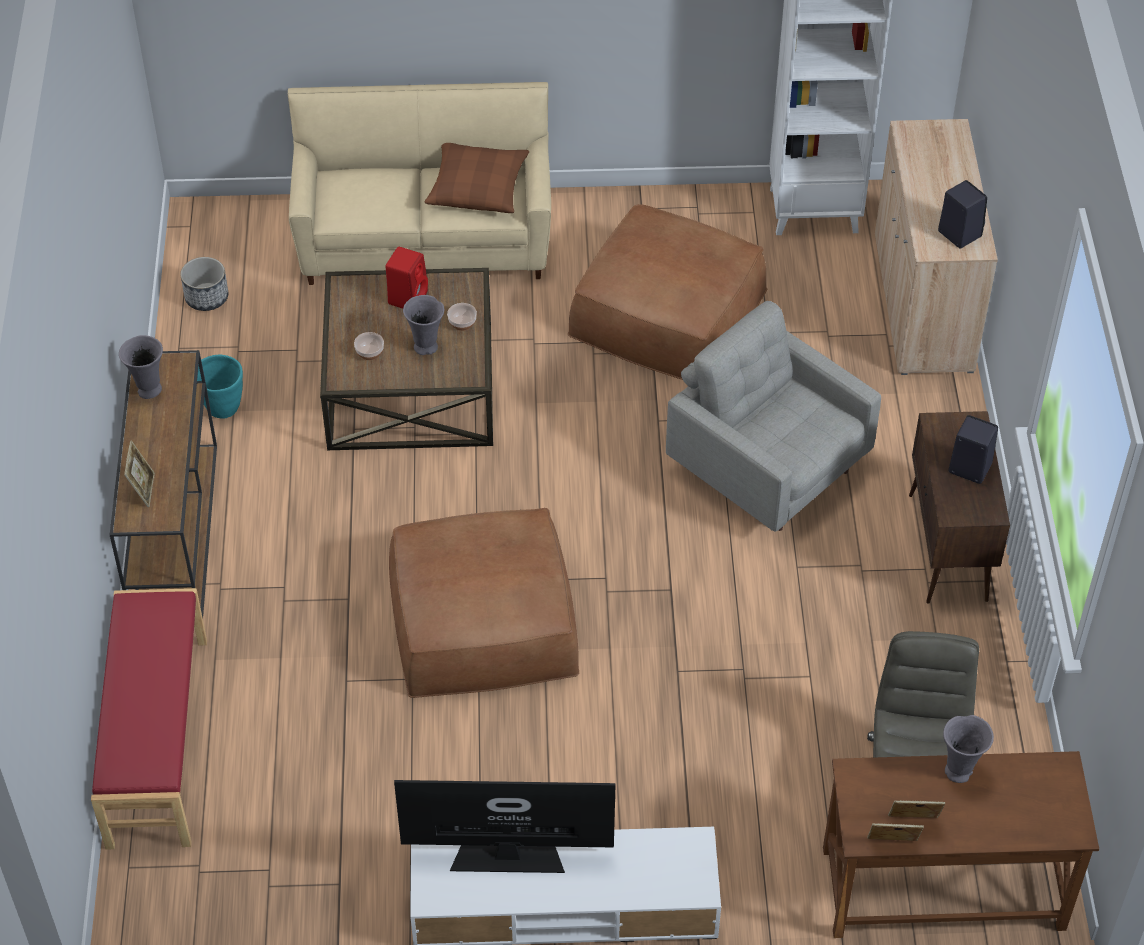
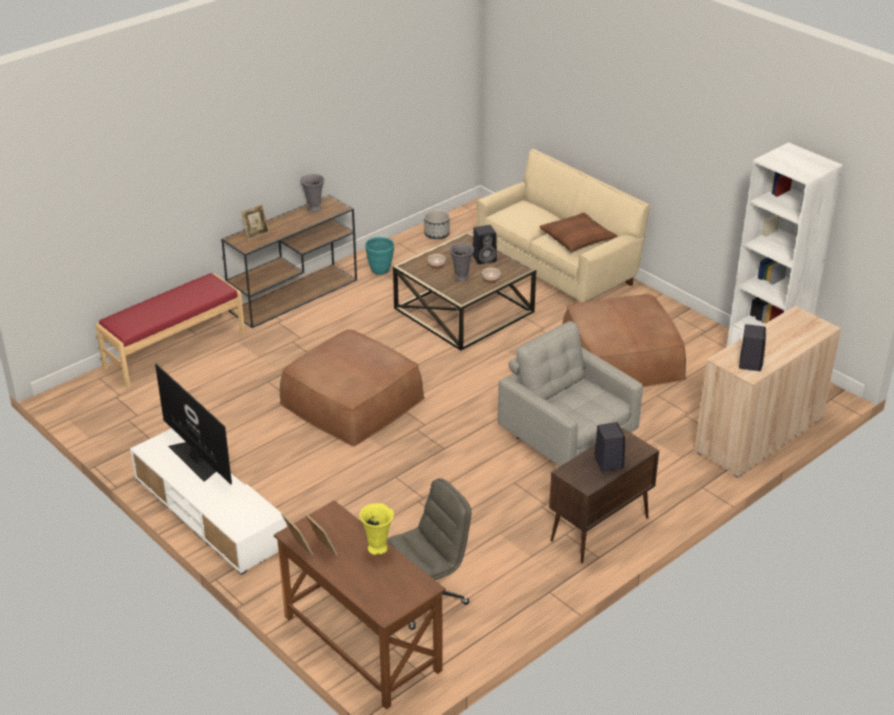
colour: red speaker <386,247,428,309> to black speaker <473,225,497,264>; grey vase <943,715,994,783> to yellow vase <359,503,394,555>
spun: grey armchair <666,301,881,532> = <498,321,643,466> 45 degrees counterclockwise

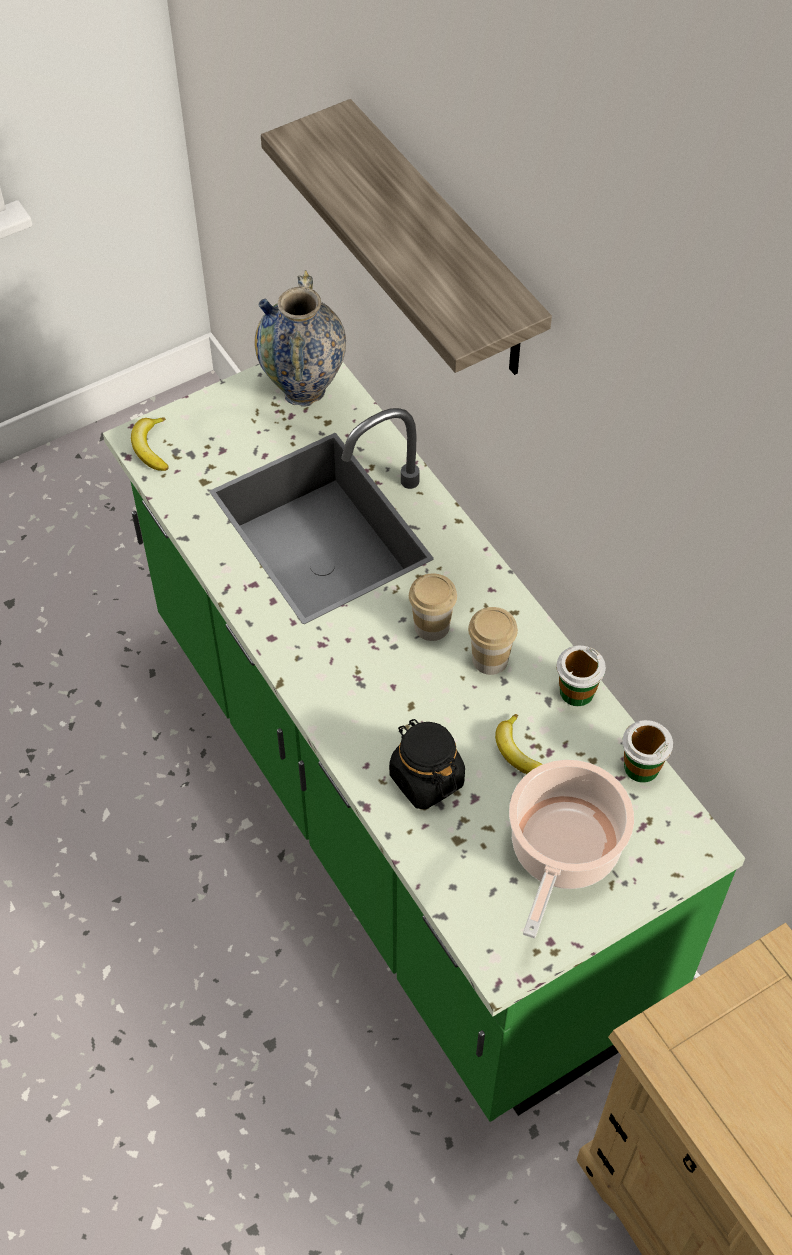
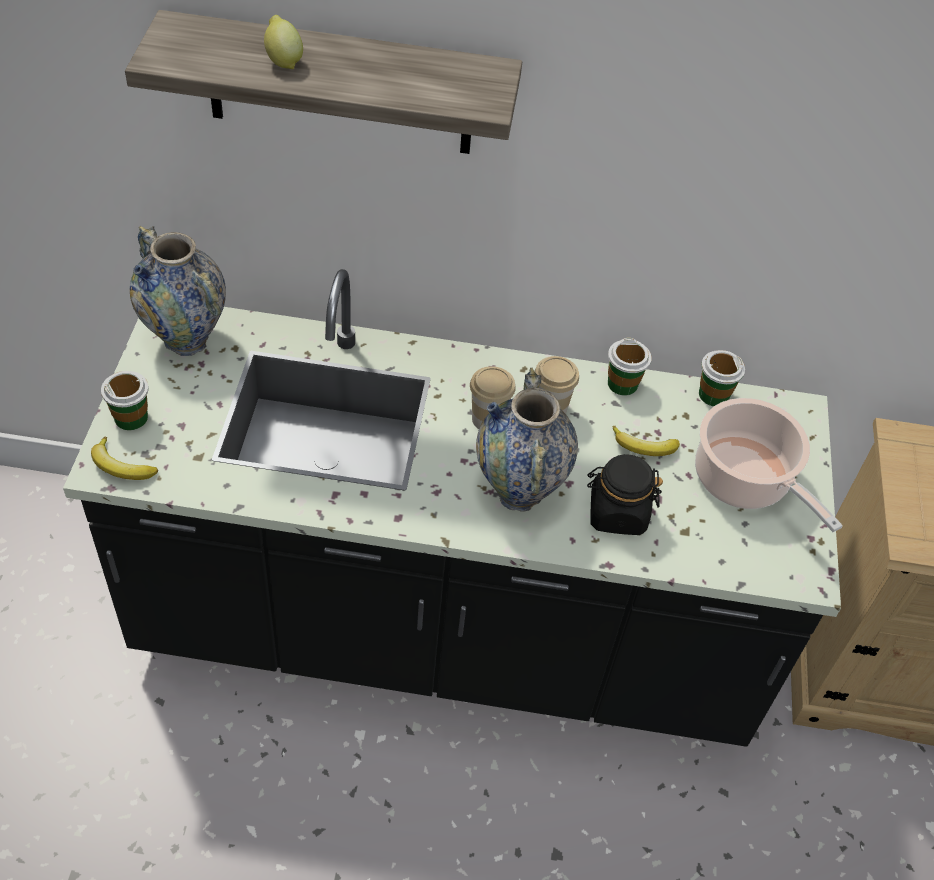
appeared: cup <101,371,149,430>; lemon <264,15,303,69>; vase <476,368,578,512>
colour: green counter <103,362,745,1122> to black counter <63,269,841,747>

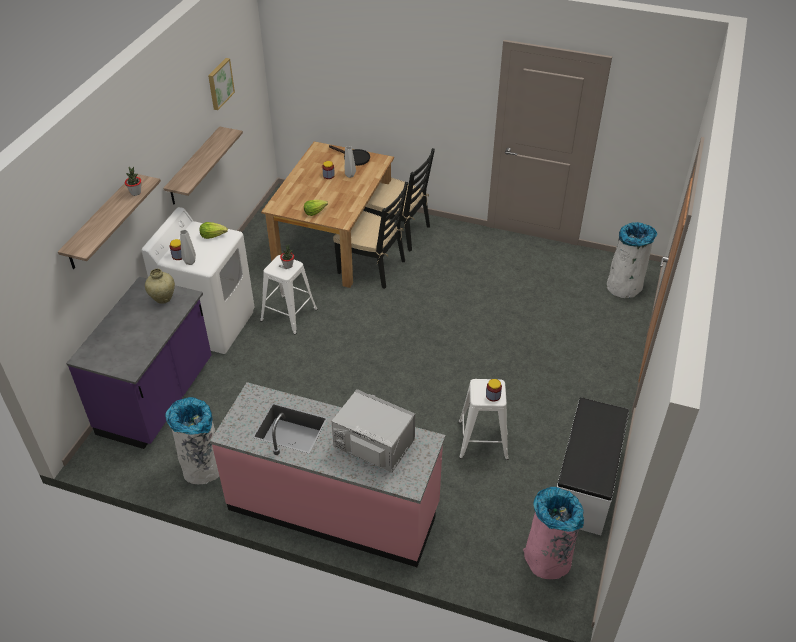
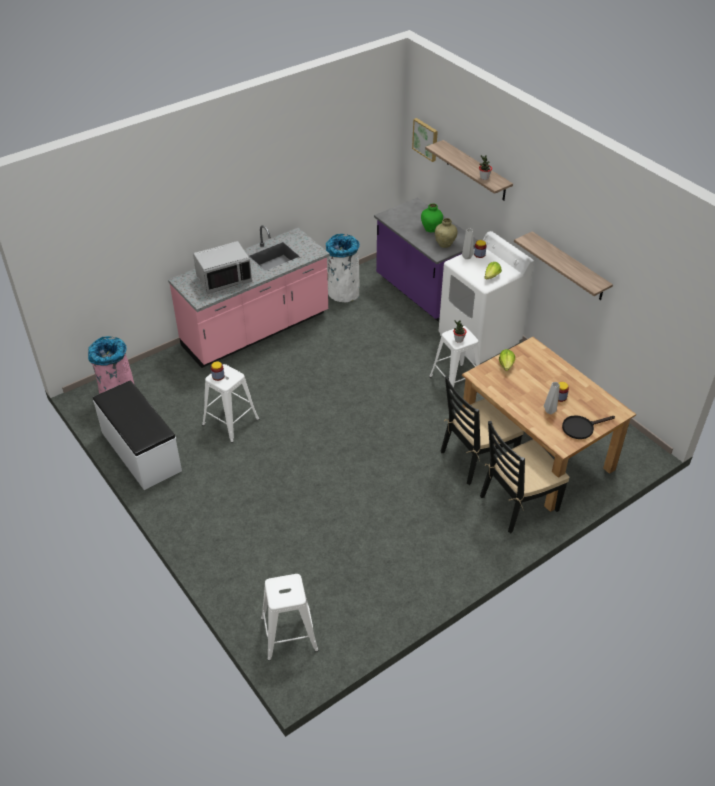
appeared: green vase <421,203,443,232>
relocated: picture <208,58,235,110> to <412,118,438,162>
exchanged: white trash can <607,222,657,298> to white stool <261,574,318,661>

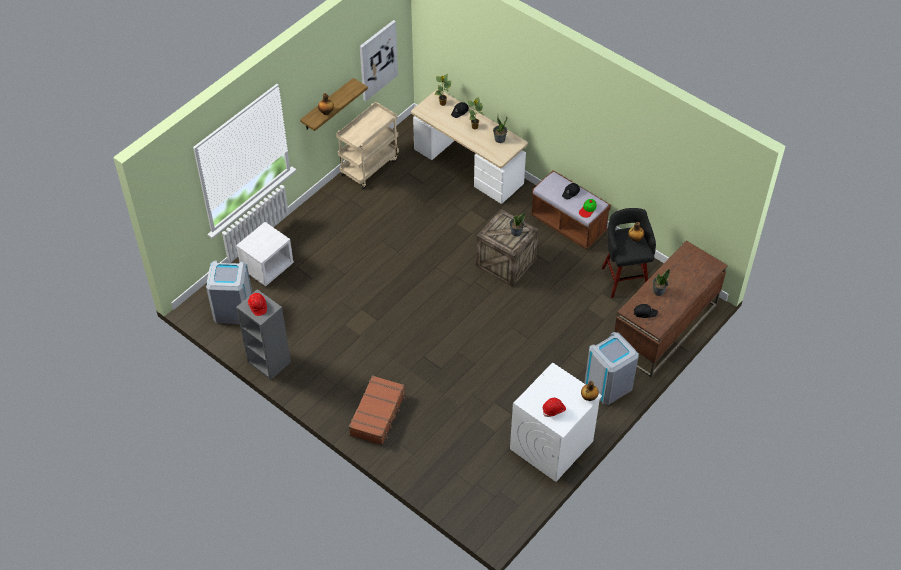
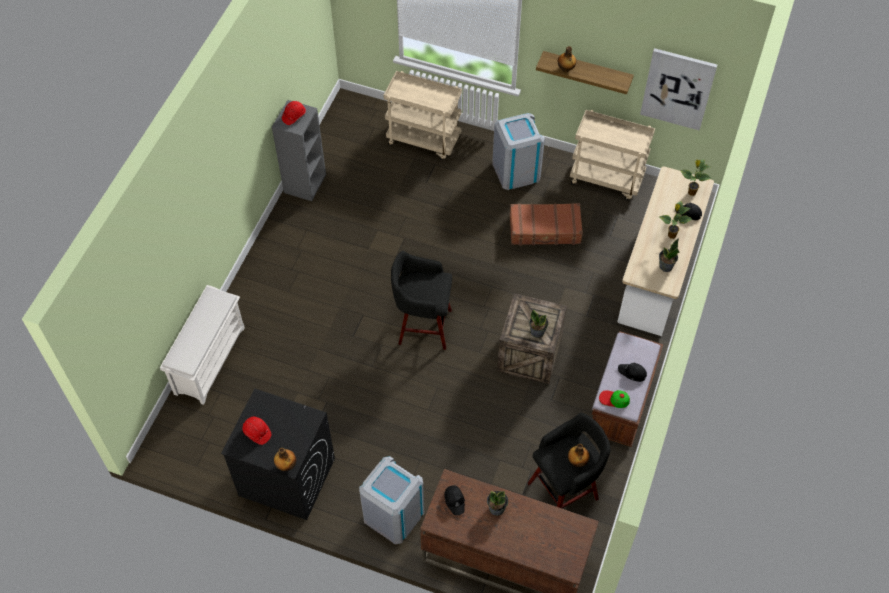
appeared: white shoe rack <160,285,245,405>; black stool <391,251,452,350>
relocated: grey trash can <206,261,252,324> to <492,113,545,190>; brown suitcase <349,375,405,445> to <510,203,583,246>
exchanged: white nightstand <236,222,294,287> to beige cart <384,71,462,160>
colour: white washing machine <510,362,602,482> to black washing machine <221,389,335,520>

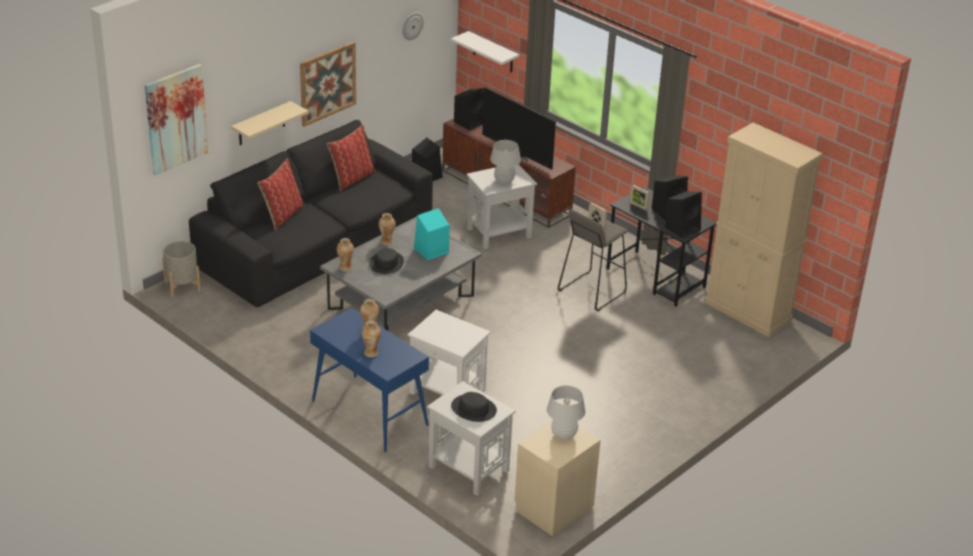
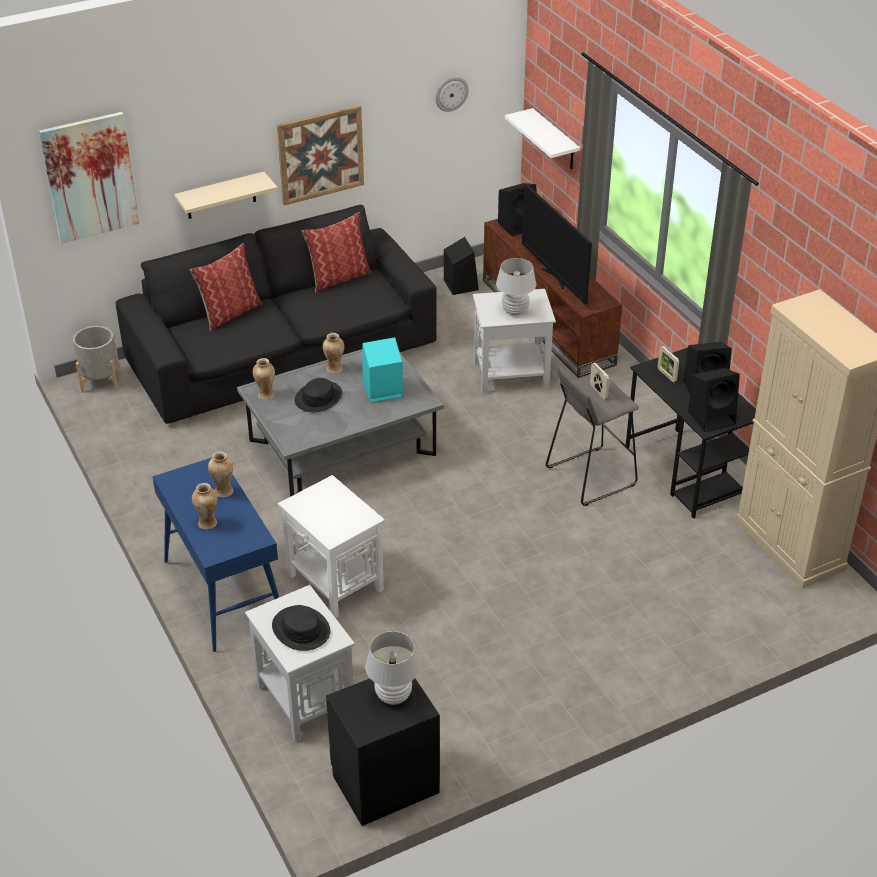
colour: beige nightstand <514,421,601,536> to black nightstand <326,679,440,826>

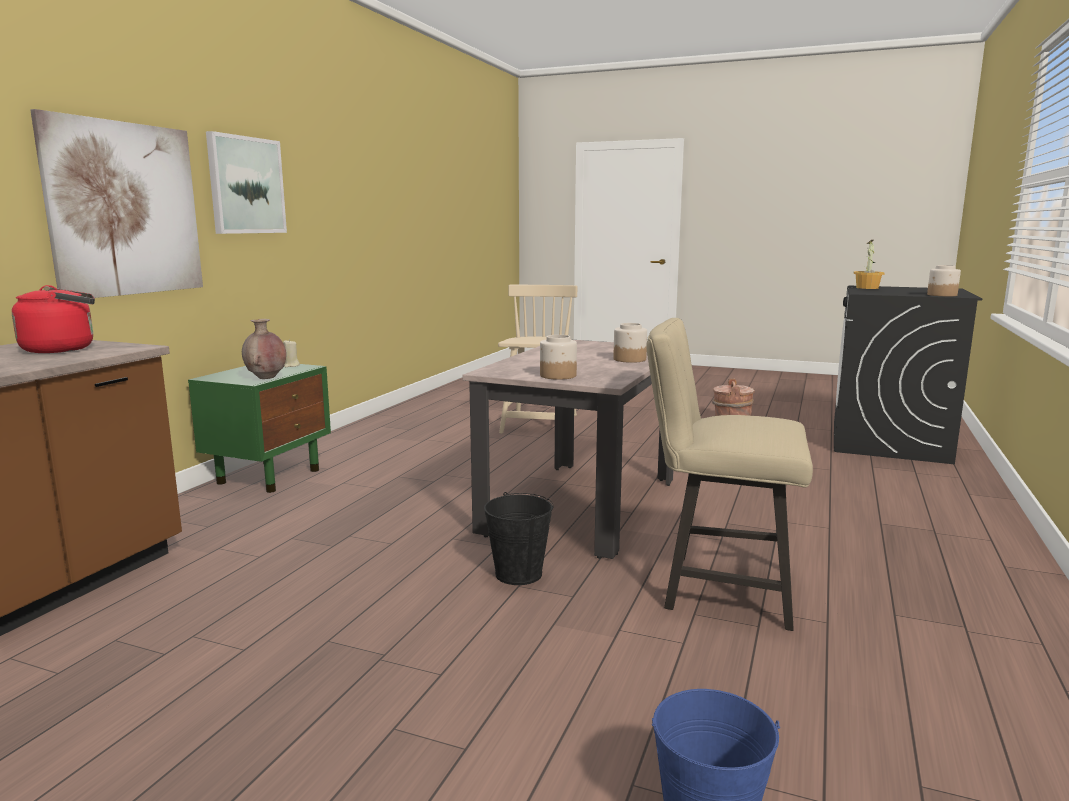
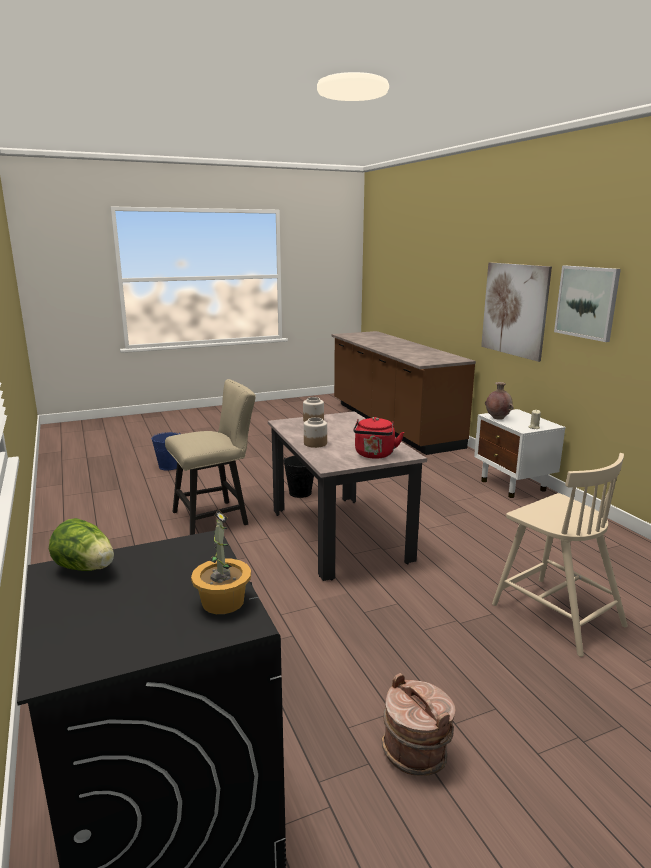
relocated: red kettle <12,285,95,353> to <353,417,404,459>
exchanged: jar <927,265,961,296> to lettuce <49,518,114,571>
colour: green nightstand <188,364,331,493> to white nightstand <474,409,566,498>

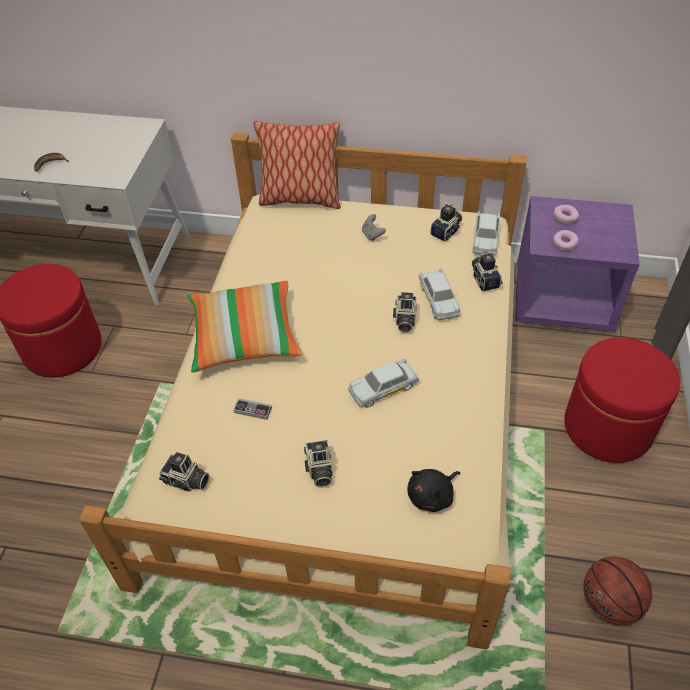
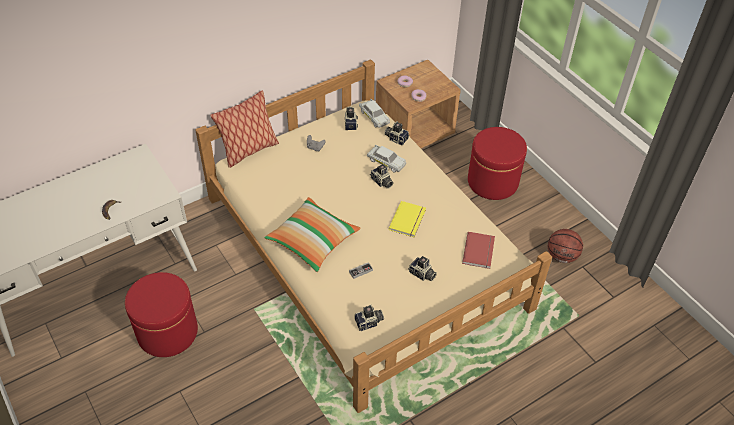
exchanged: white toy car <348,359,419,408> to yellow book <389,201,426,237>; black plush toy <407,469,460,512> to red book <462,232,495,269>
colour: purple nightstand <515,196,640,332> to brown nightstand <376,60,461,148>

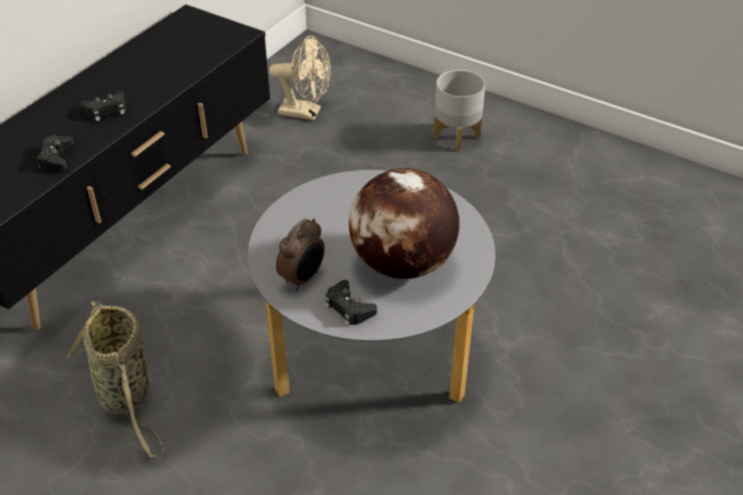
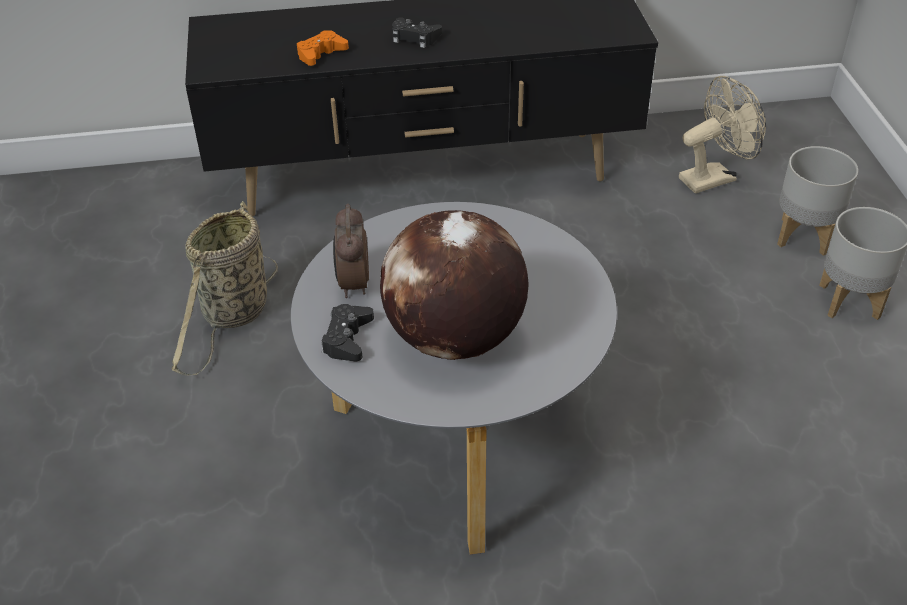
appeared: grey planter <777,146,858,256>
colour: black game controller <37,135,74,170> to orange game controller <297,30,349,66>
spun: beige fan <270,36,331,120> = <679,76,766,193> 90 degrees counterclockwise; alarm clock <276,218,325,291> = <333,204,369,298> 90 degrees clockwise

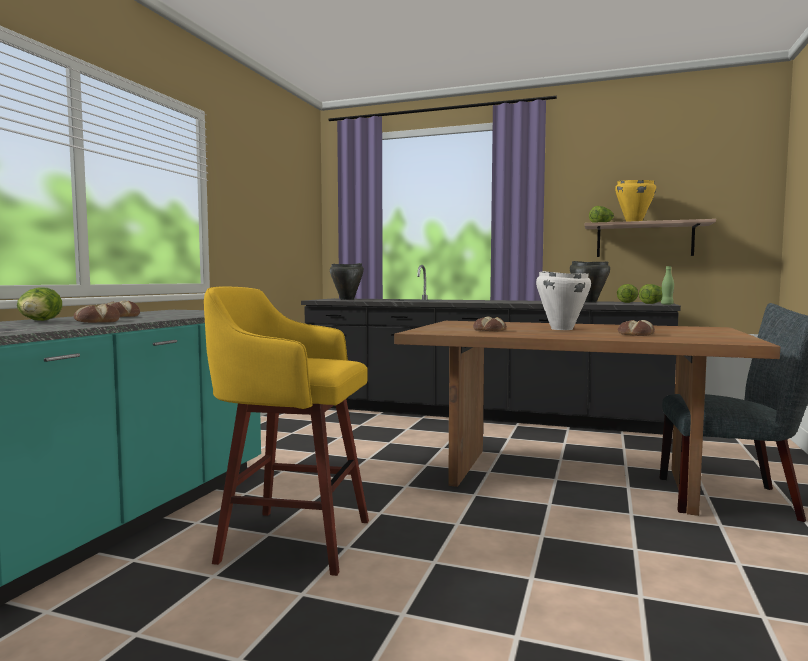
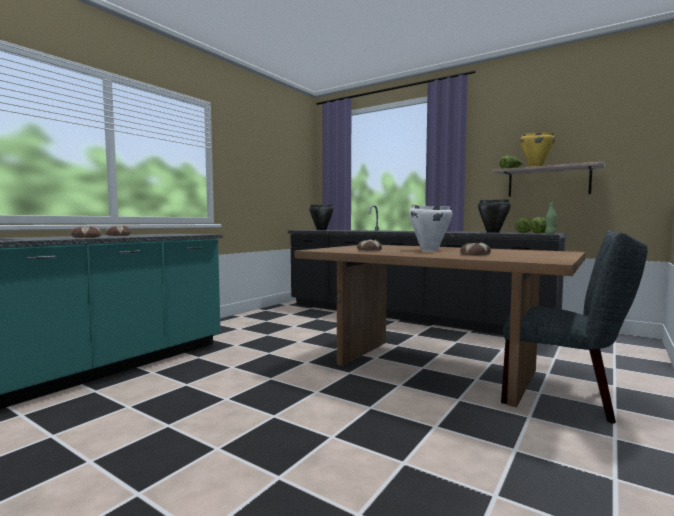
missing: lettuce <17,287,62,321>; yellow stool <204,287,369,576>

